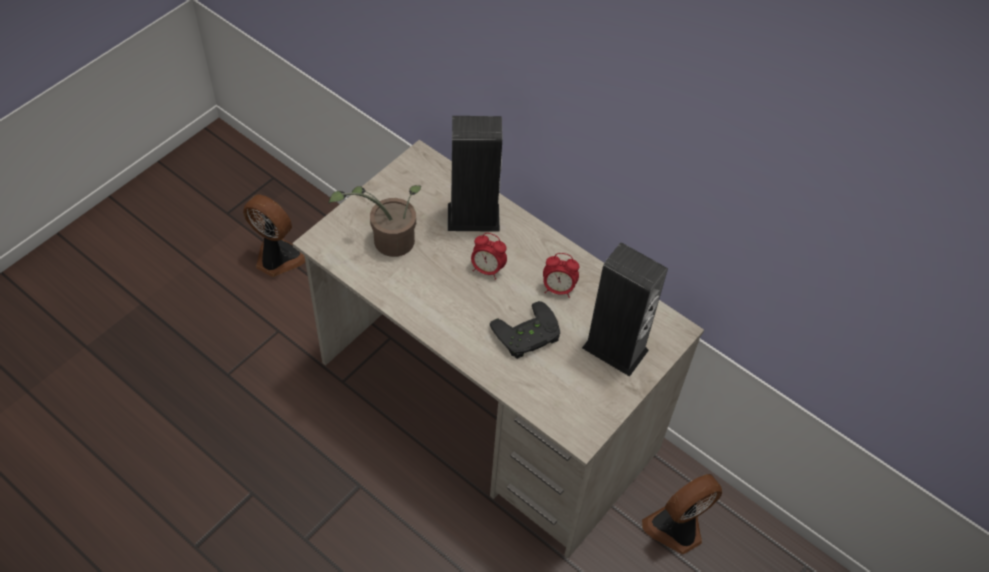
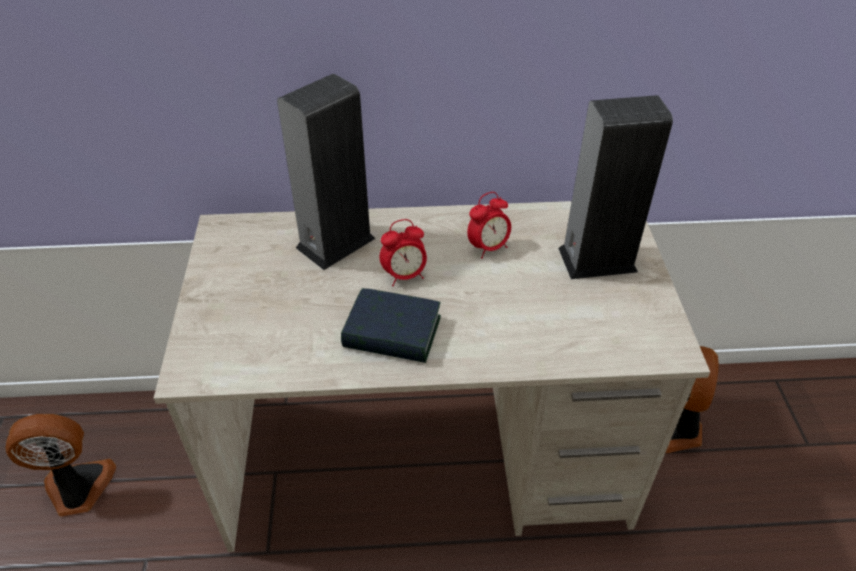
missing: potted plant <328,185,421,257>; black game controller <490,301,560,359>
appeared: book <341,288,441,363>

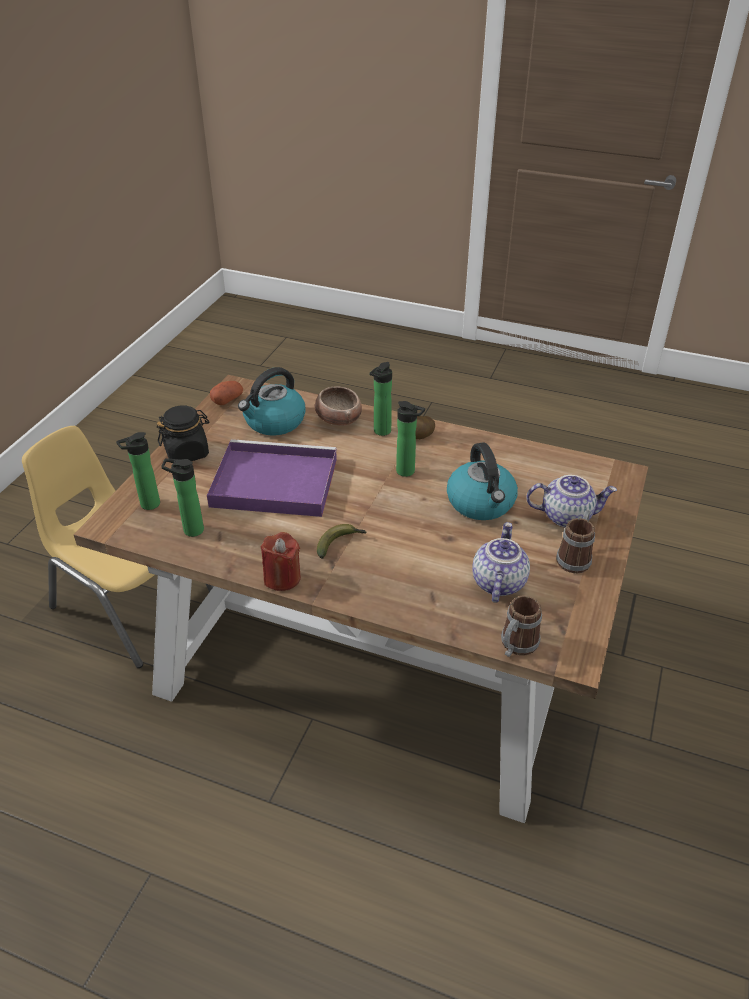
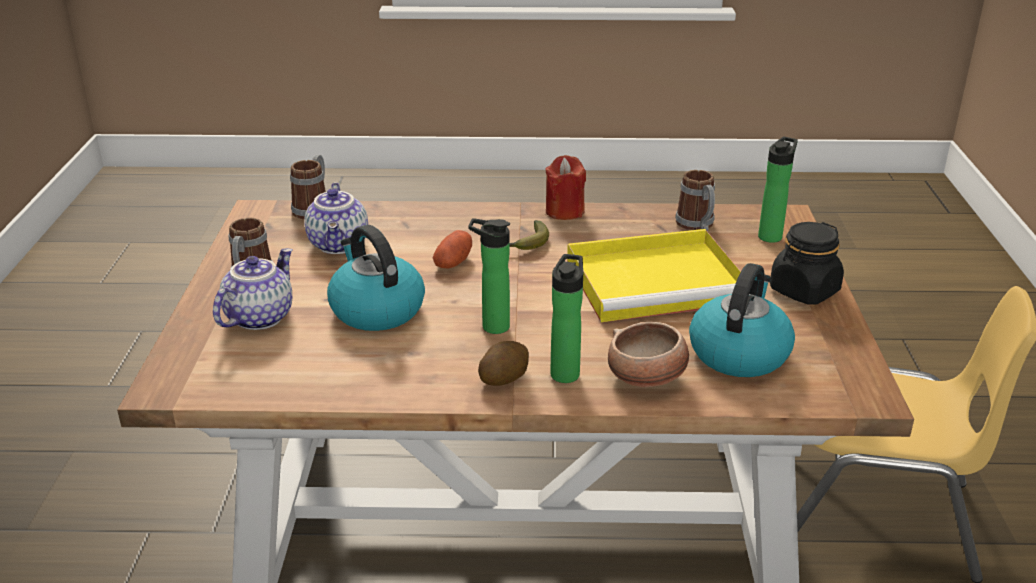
relocated: potato <210,381,243,405> to <433,230,472,268>
exchanged: bottle <161,458,204,537> to mug <675,170,715,231>
colour: purple tray <207,439,337,517> to yellow tray <567,229,741,322>
spun: teapot <526,475,617,528> = <213,248,293,330> 135 degrees clockwise

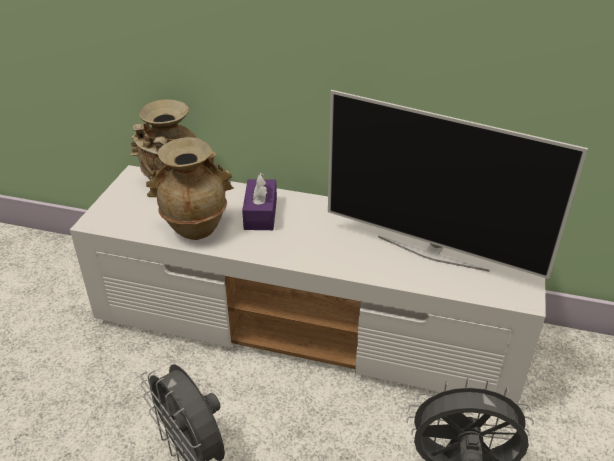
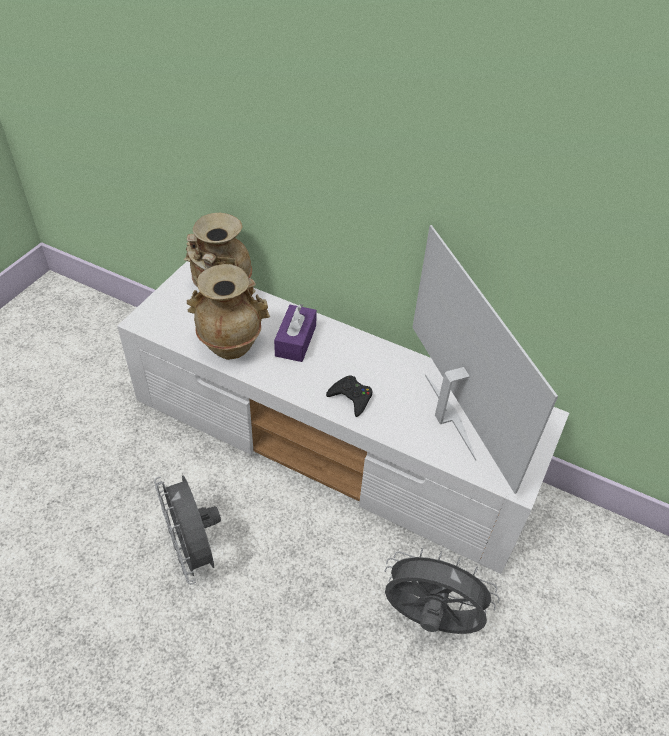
appeared: black game controller <326,375,373,417>
spun: television <328,90,588,279> = <412,225,558,494> 150 degrees counterclockwise

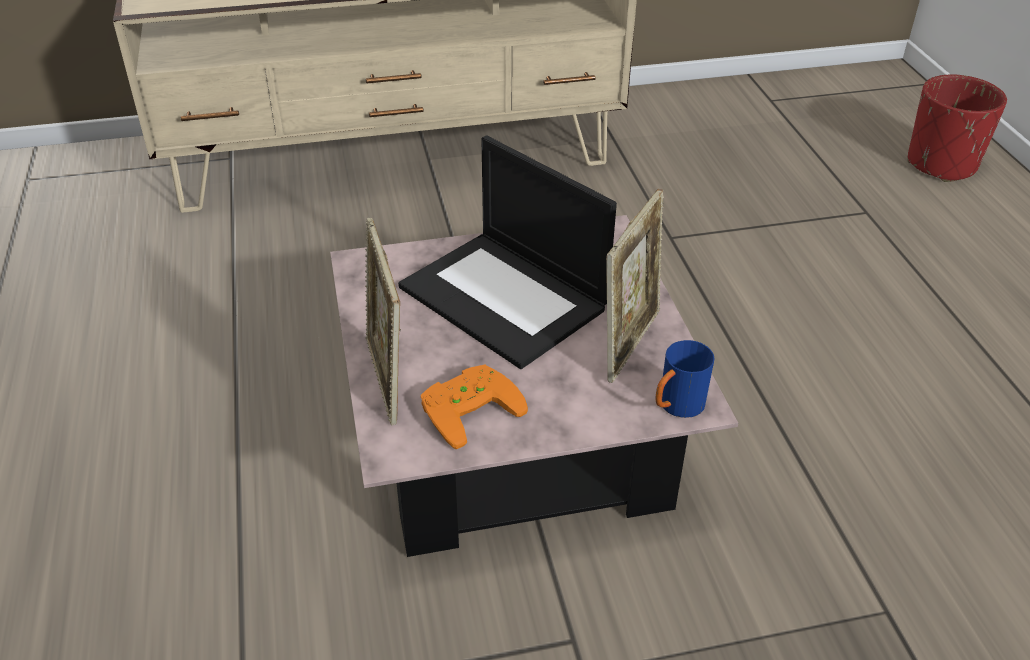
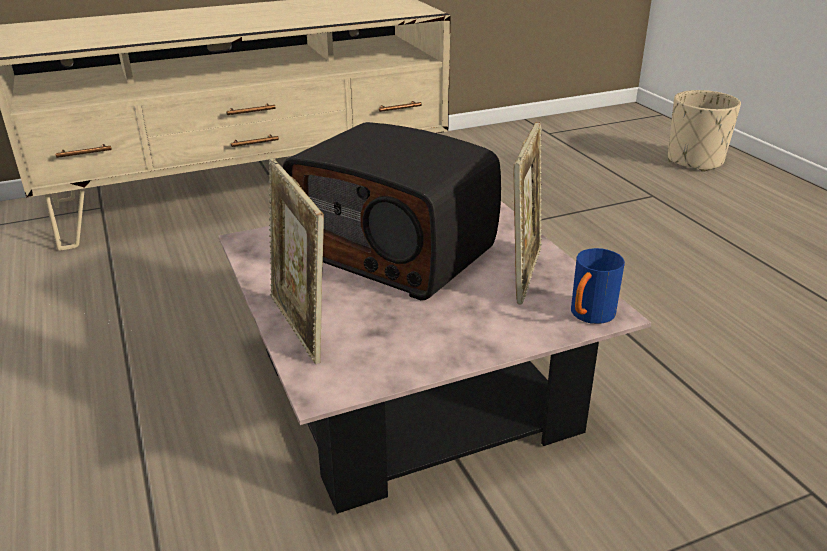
missing: orange game controller <421,364,528,449>
exchanged: laptop <398,135,617,369> to radio <282,122,501,300>
colour: red planter <907,75,1007,182> to beige planter <668,90,741,172>

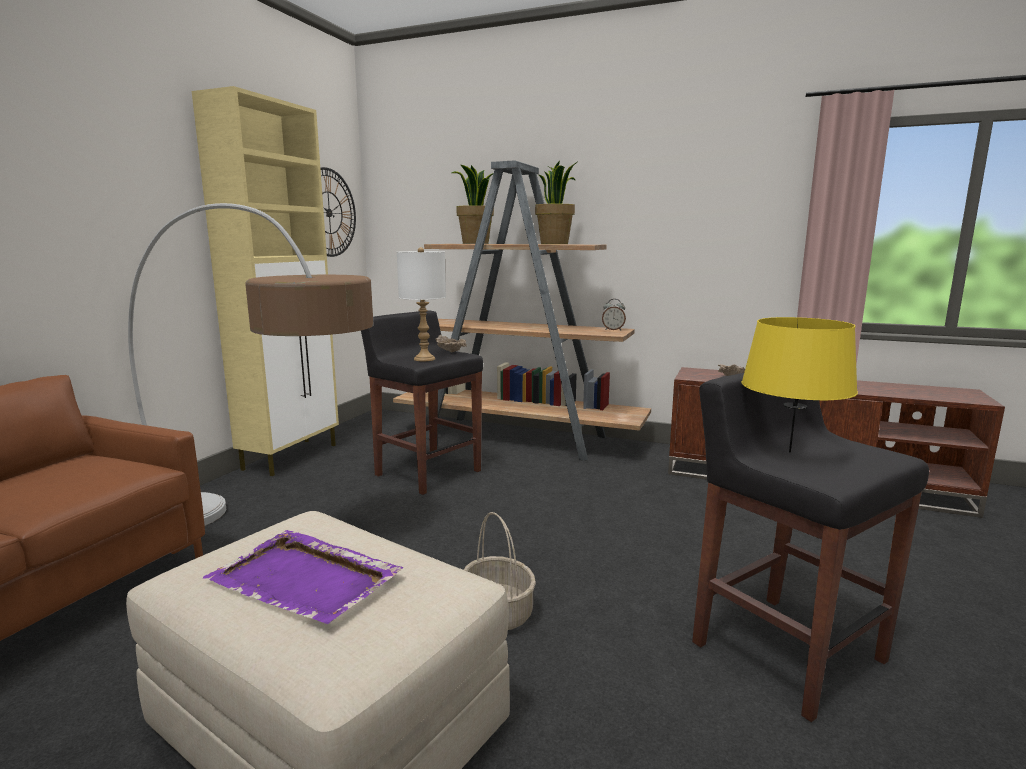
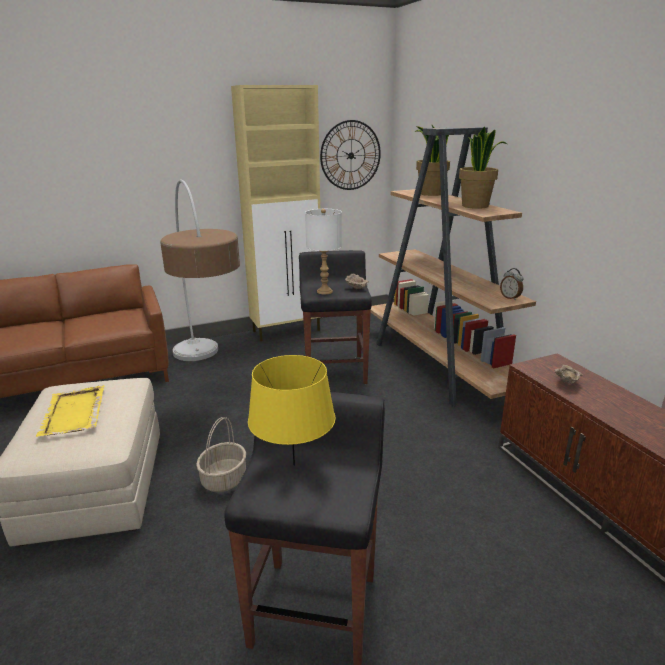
colour: purple tray <203,530,403,624> to yellow tray <36,385,105,437>

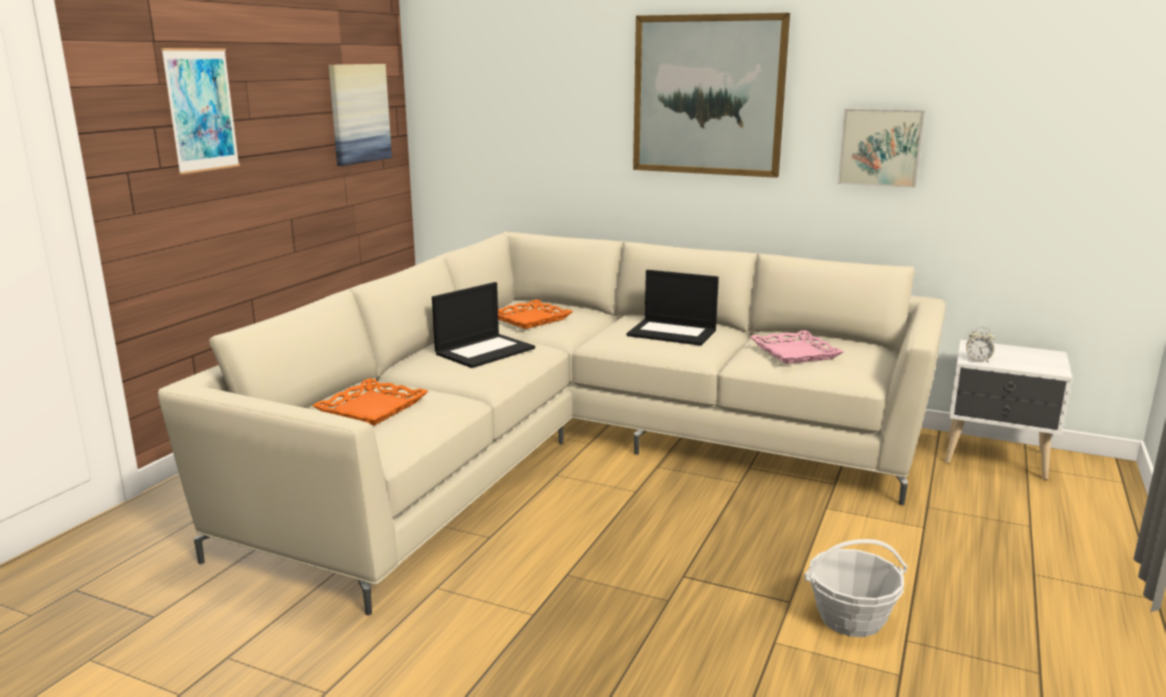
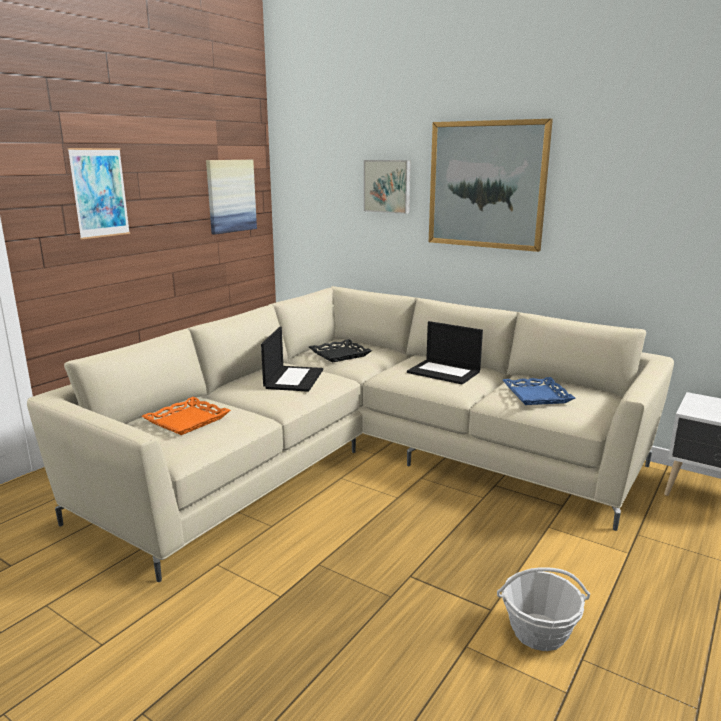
missing: alarm clock <966,327,995,363>
relocated: picture <838,108,925,188> to <364,160,411,214>
colour: orange tray <498,299,573,329> to black tray <309,339,372,363>; pink tray <750,330,844,364> to blue tray <503,377,575,405>
spun: laptop <432,282,535,368> = <261,327,323,392> 45 degrees counterclockwise

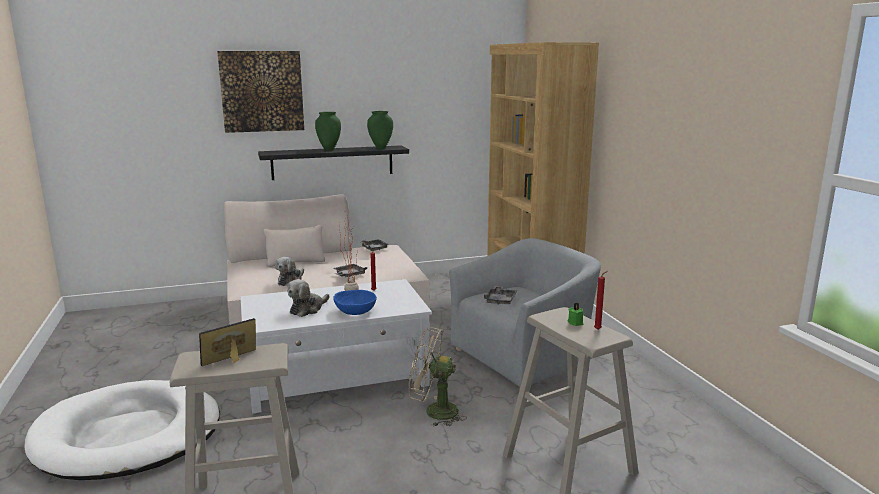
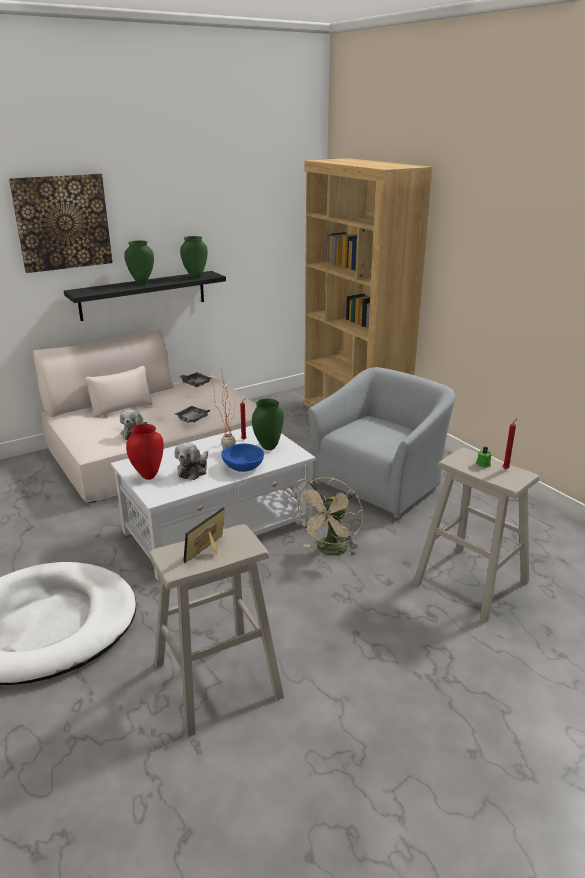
missing: grey tray <484,286,517,305>
appeared: red vase <126,424,164,480>; green vase <252,399,284,450>
spun: beige fan <409,327,467,427> = <294,477,363,556> 60 degrees counterclockwise

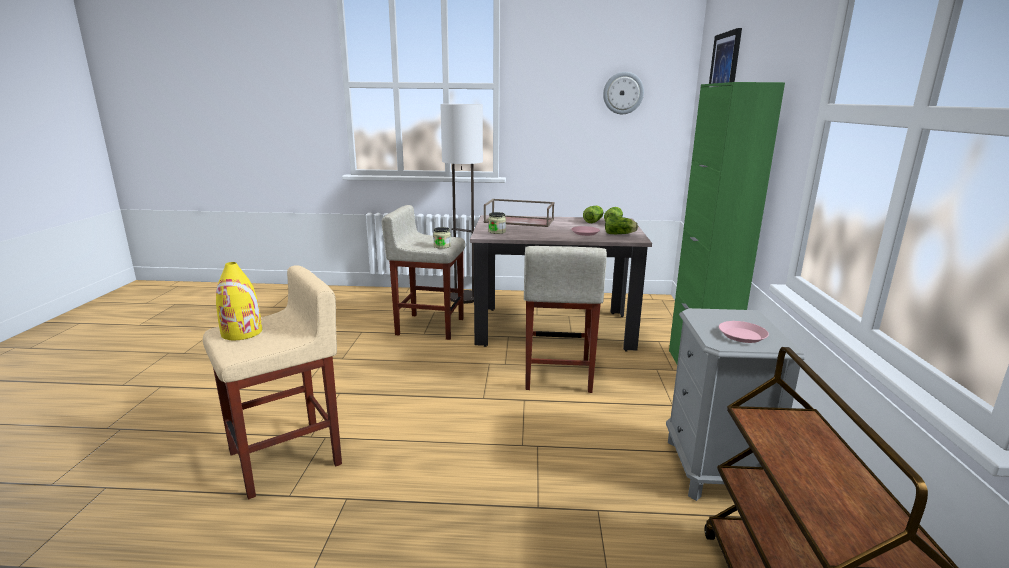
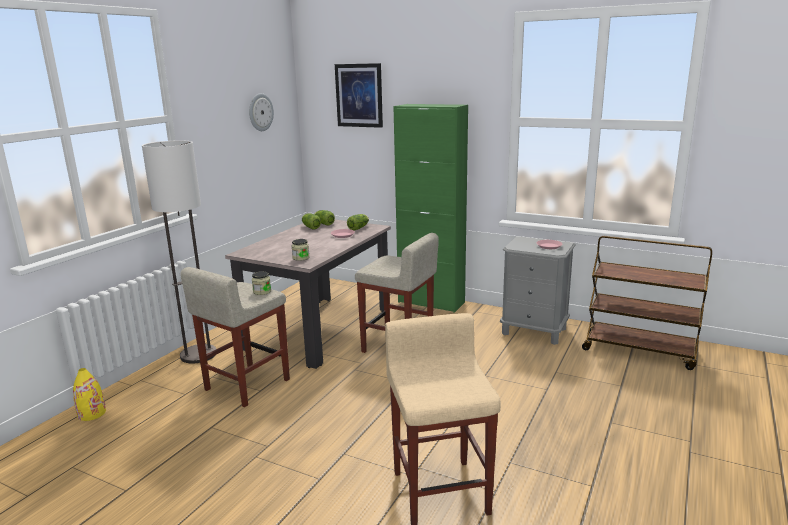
missing: brown tray <484,199,555,227>
relocated: yellow vase <216,262,262,340> to <73,368,106,421>

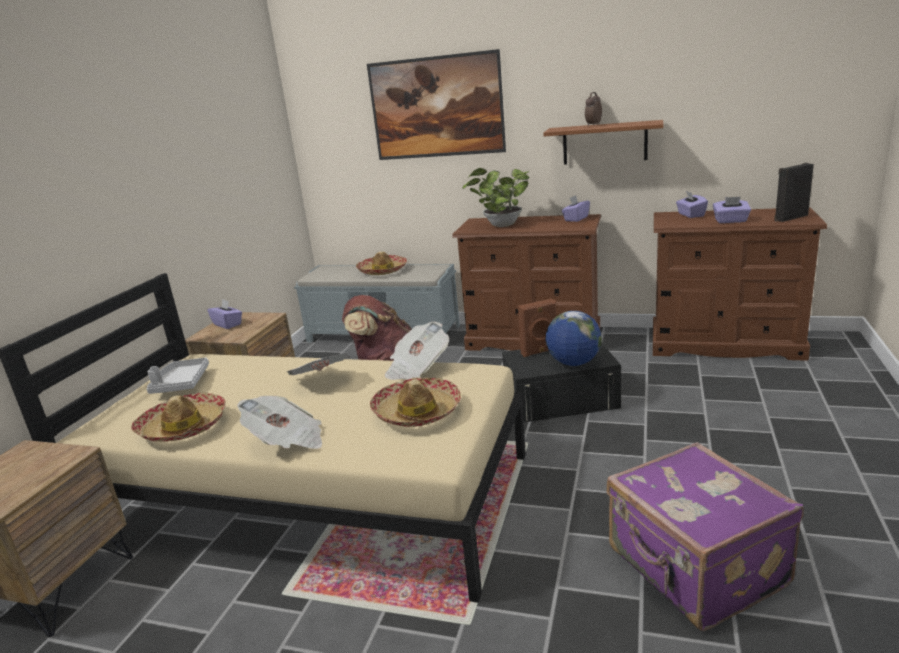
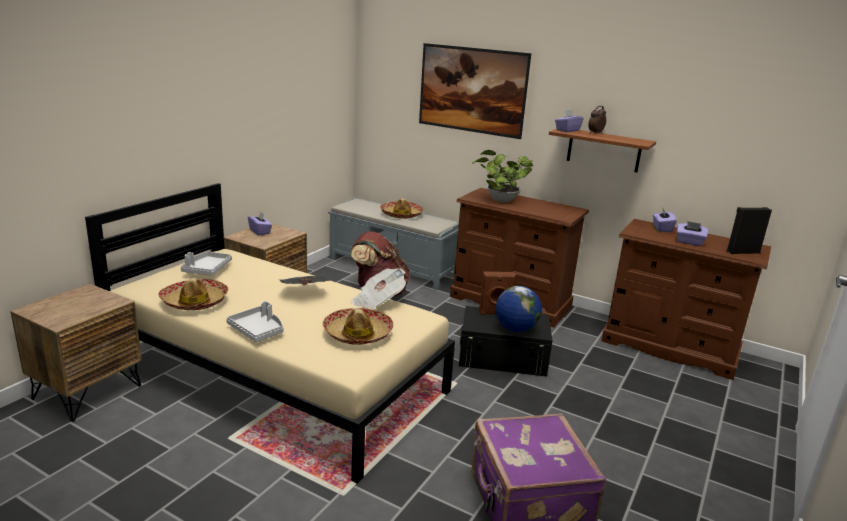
relocated: purple tissue box <562,195,590,222> to <555,110,584,132>
exchanged: newspaper <237,396,322,449> to grey tray <226,301,283,342>

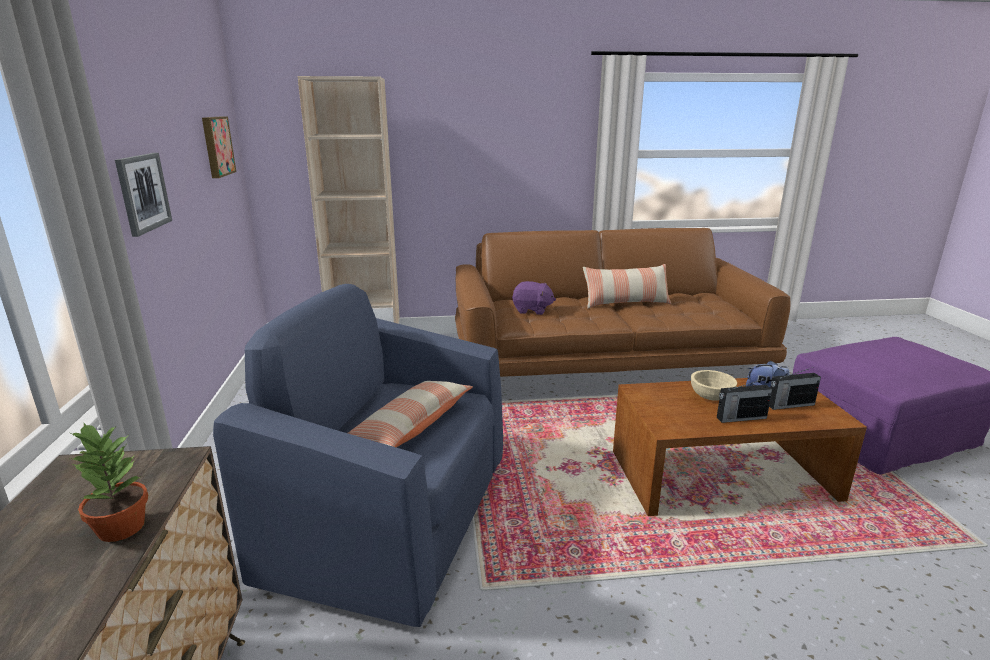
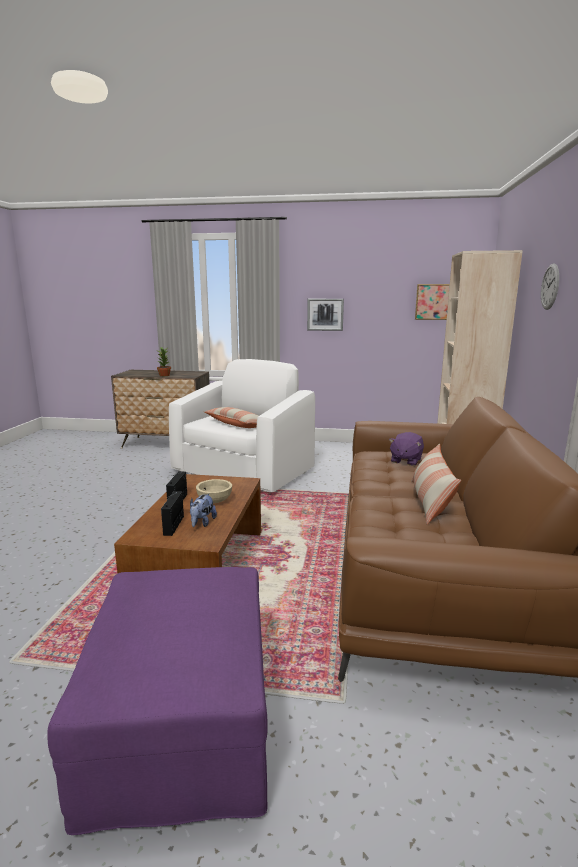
appeared: wall clock <541,263,559,310>
colour: blue armchair <213,284,503,627> to white armchair <169,359,315,493>

